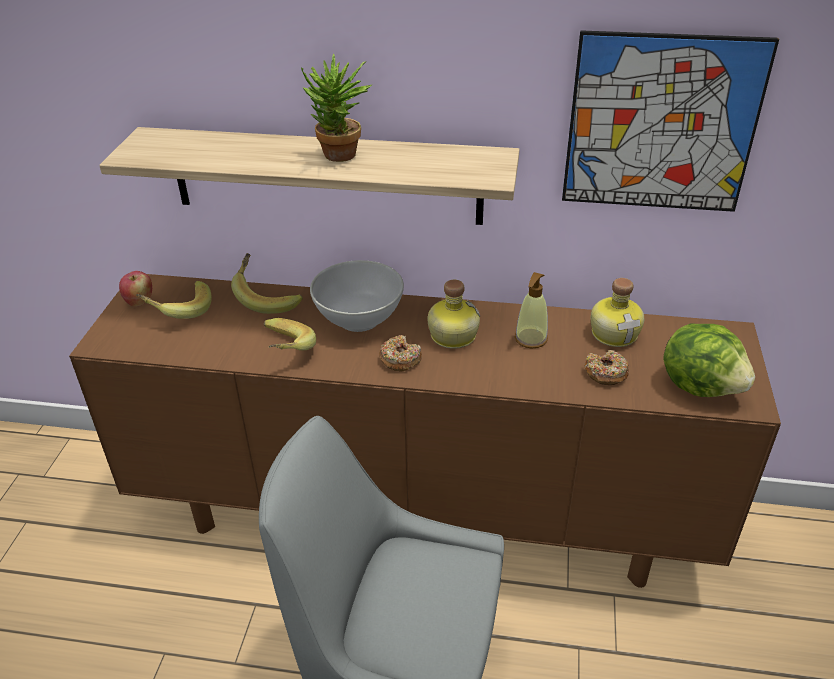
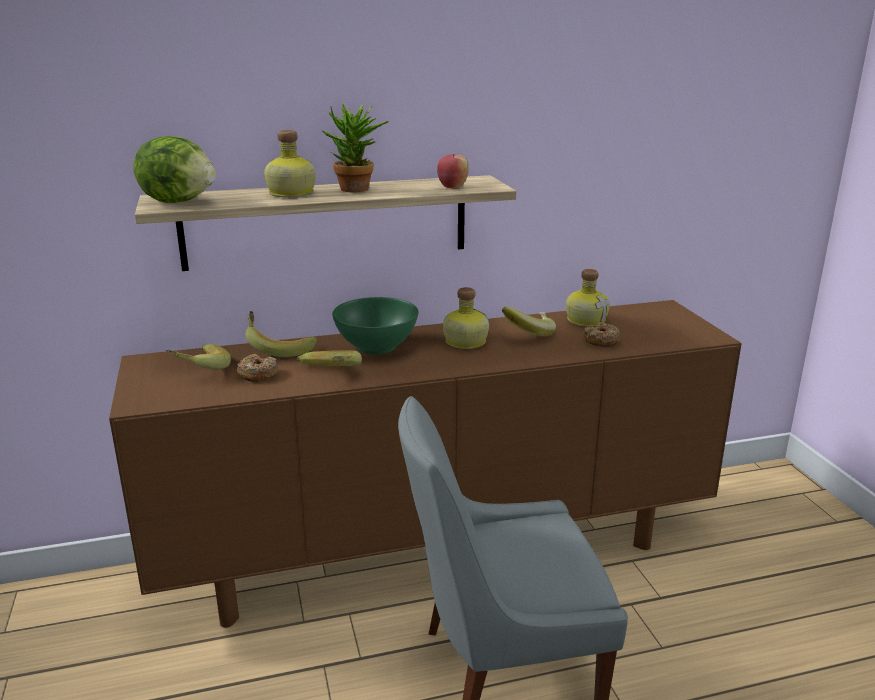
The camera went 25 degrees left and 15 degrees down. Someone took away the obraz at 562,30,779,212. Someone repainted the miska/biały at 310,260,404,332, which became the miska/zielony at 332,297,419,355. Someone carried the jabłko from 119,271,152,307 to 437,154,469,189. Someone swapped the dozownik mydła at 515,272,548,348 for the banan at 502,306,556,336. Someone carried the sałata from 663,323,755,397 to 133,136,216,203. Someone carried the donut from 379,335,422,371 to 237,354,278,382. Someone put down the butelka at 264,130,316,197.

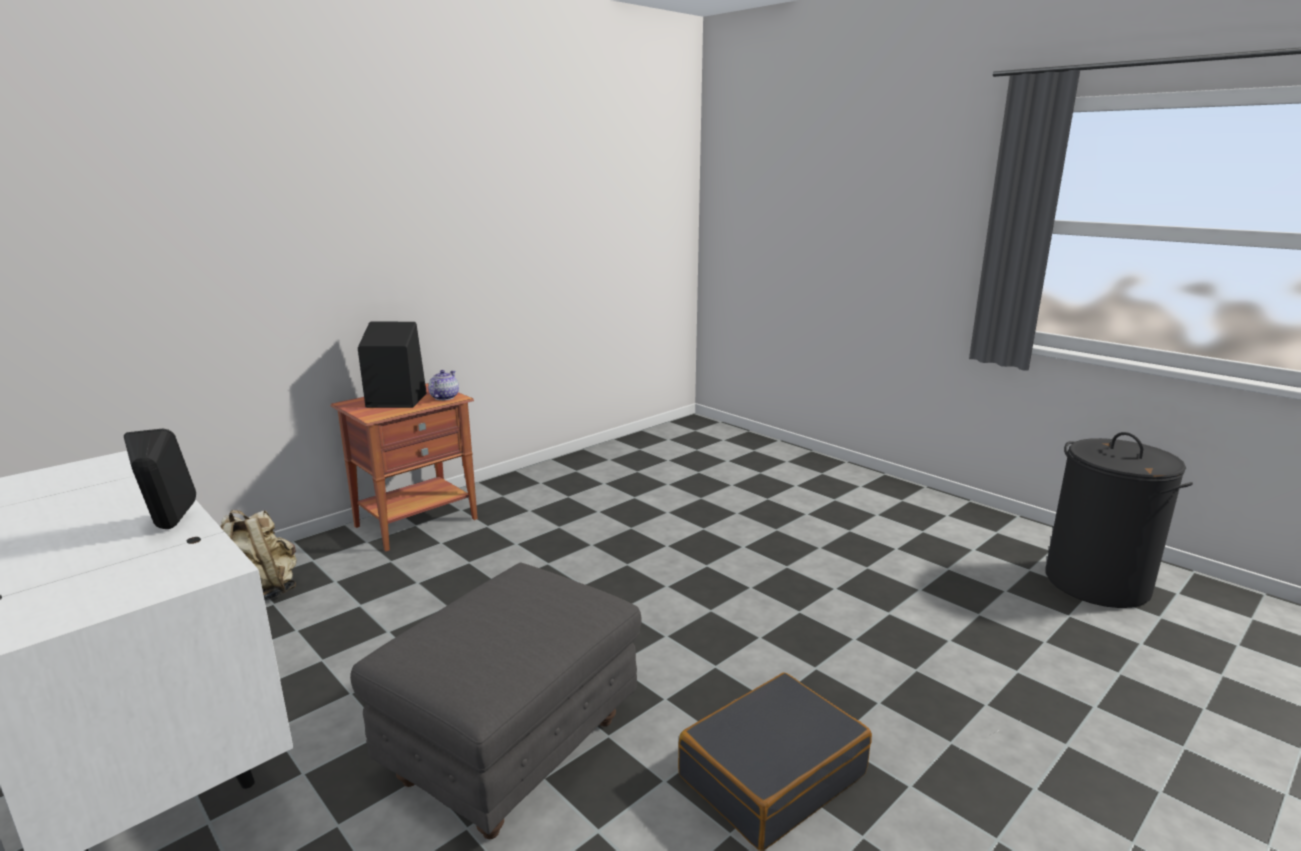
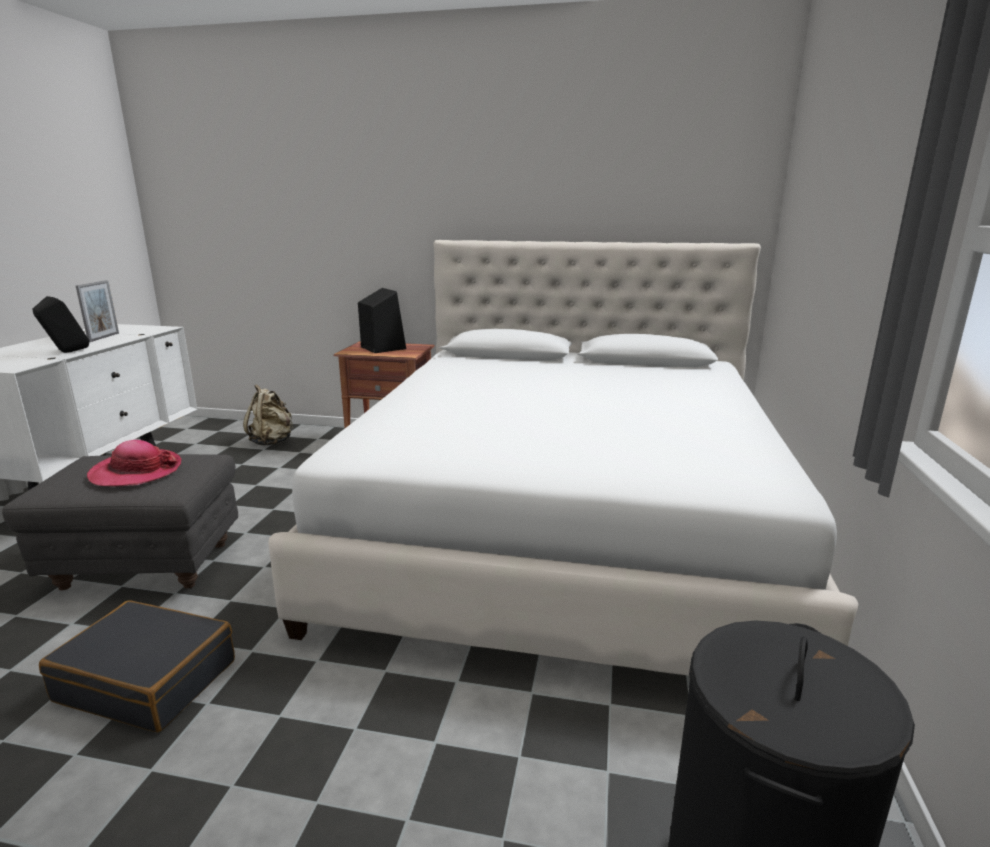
The camera went 55 degrees right and 0 degrees up. Someone took away the imbryk at 428,370,459,400. Someone put down the łóżko/biały at 268,240,858,676. Someone put down the ramka na zdjęcie at 76,280,119,342. Someone put down the kapelusz at 87,440,181,487.

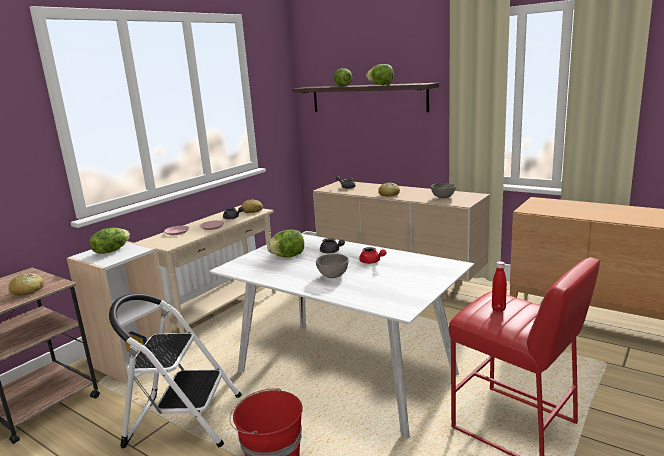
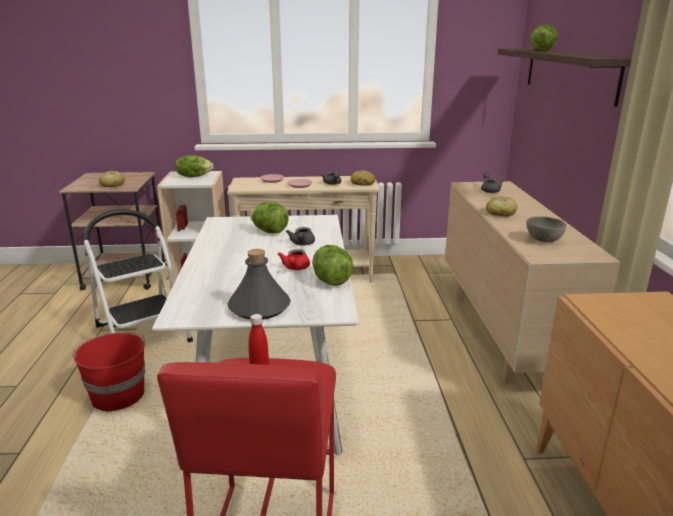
The camera went 50 degrees right and 5 degrees up. Someone carried the sałata from 366,64,393,85 to 312,245,353,286. Someone took away the miska/szary at 316,254,348,278. Someone put down the butelka/szary at 228,249,291,320.

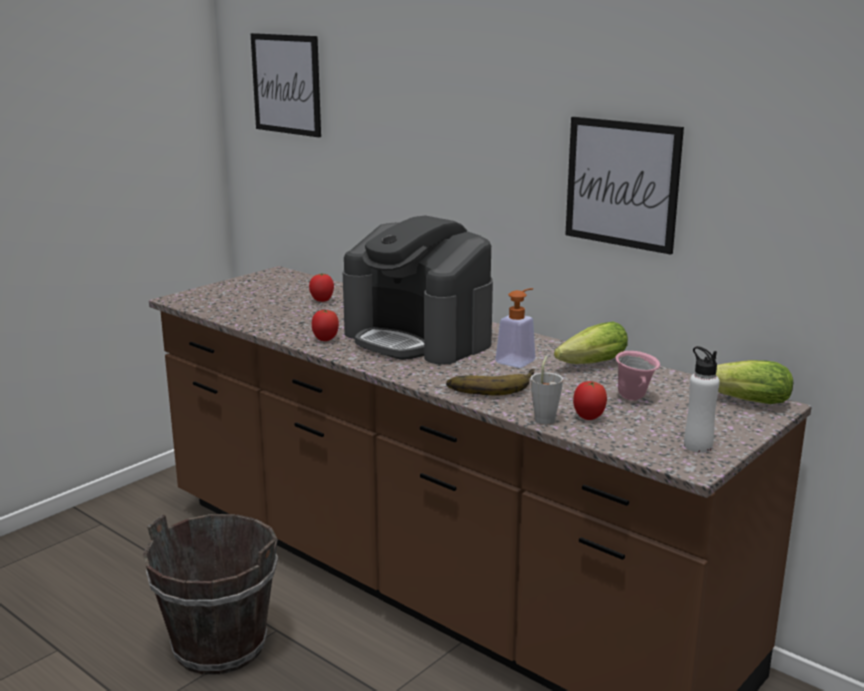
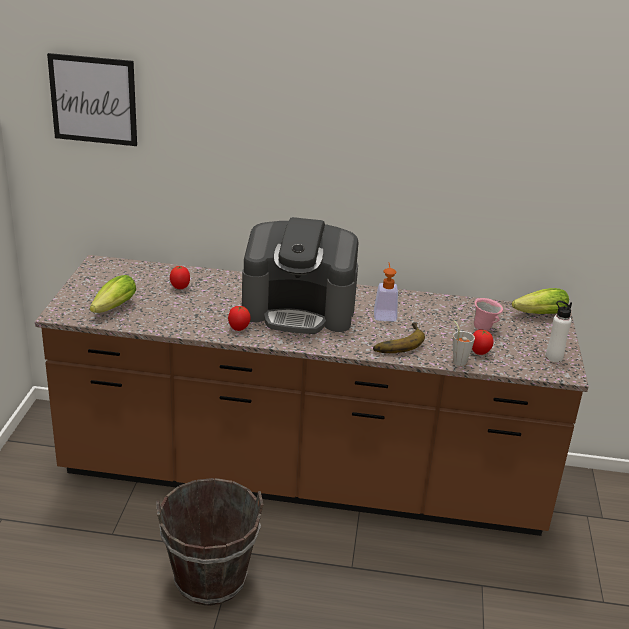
The camera went 35 degrees left and 10 degrees up. Someone took away the obraz at 565,117,684,255. Someone carried the sałata from 554,322,628,364 to 90,275,136,313.

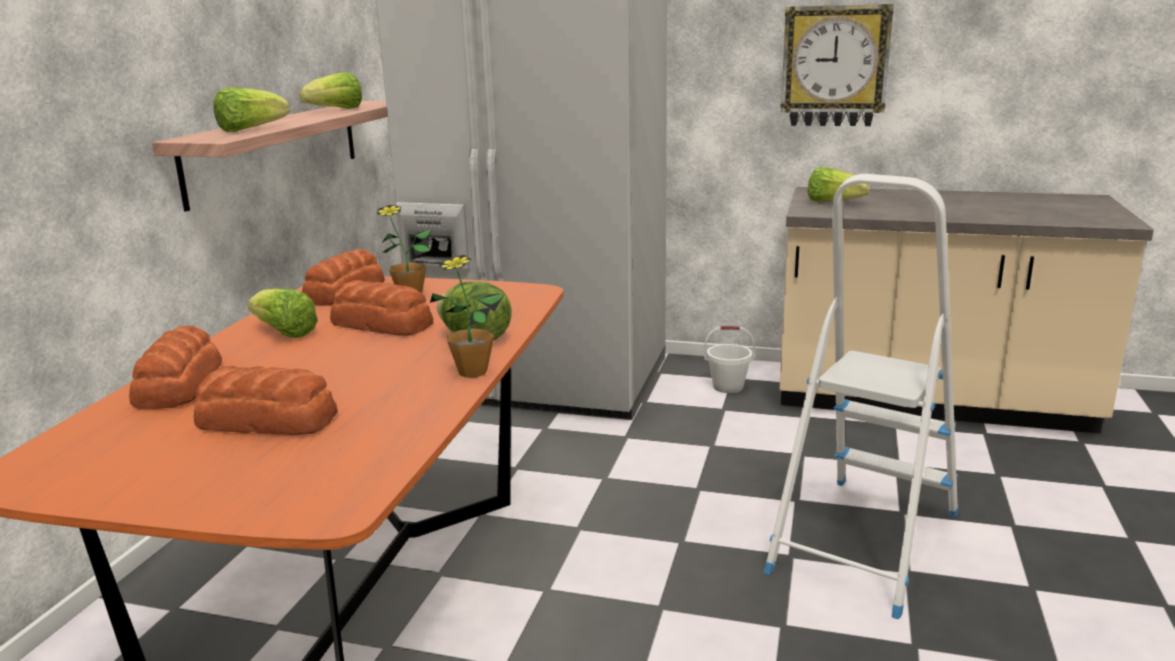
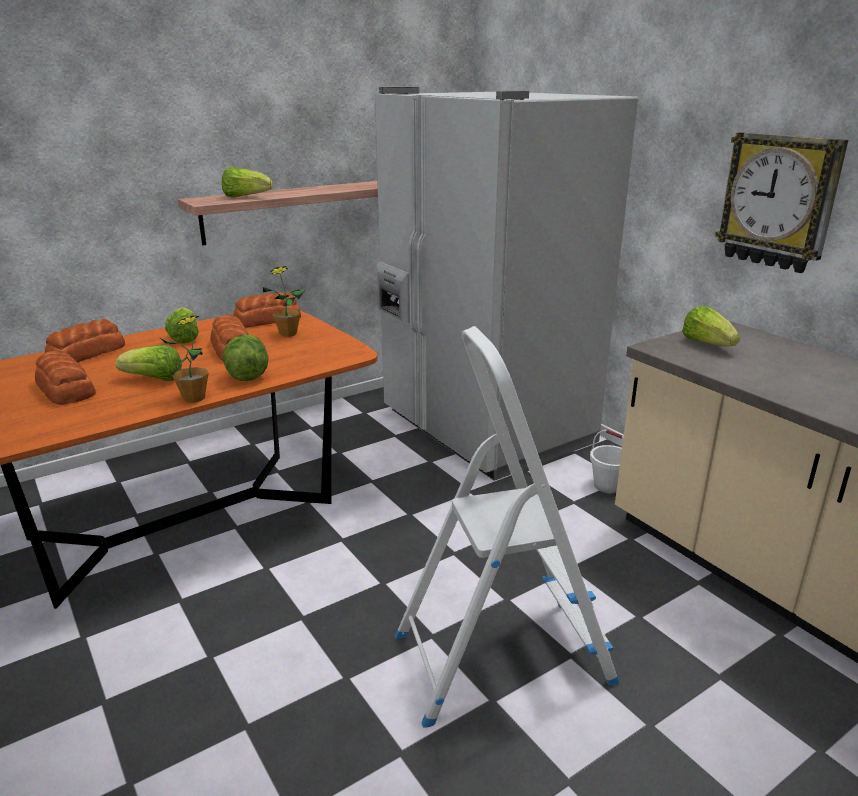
The camera went 40 degrees right and 5 degrees up. Someone carried the sałata from 300,72,362,109 to 115,345,182,381.

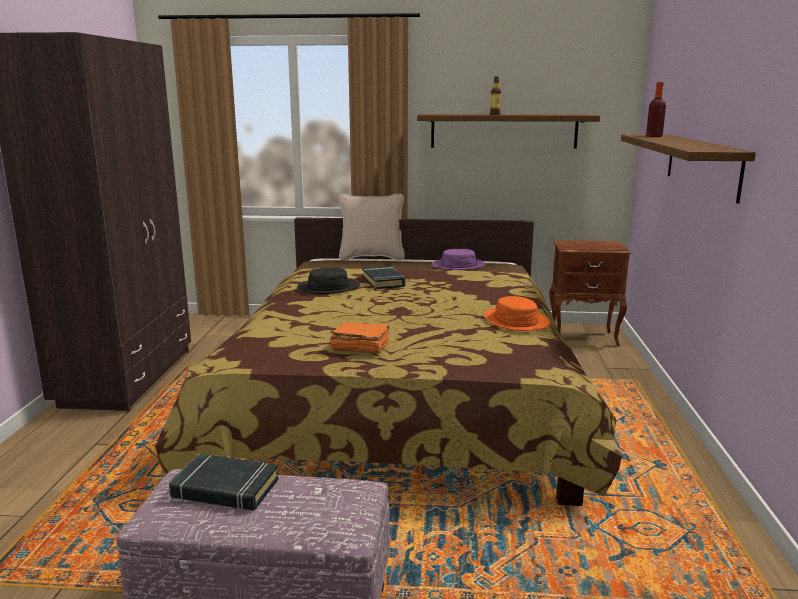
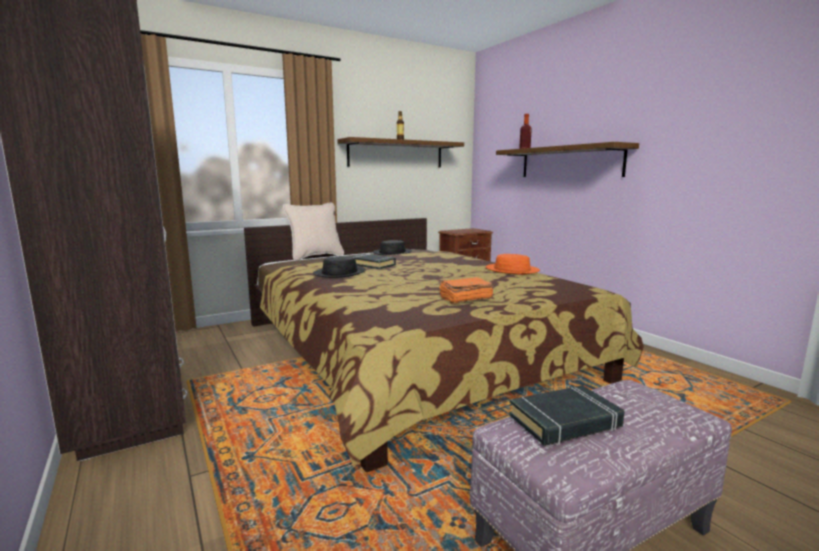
The camera went 35 degrees left and 5 degrees down. Someone repainted the kapelusz/fioletowy at 432,249,486,270, which became the kapelusz/czarny at 373,240,412,255.

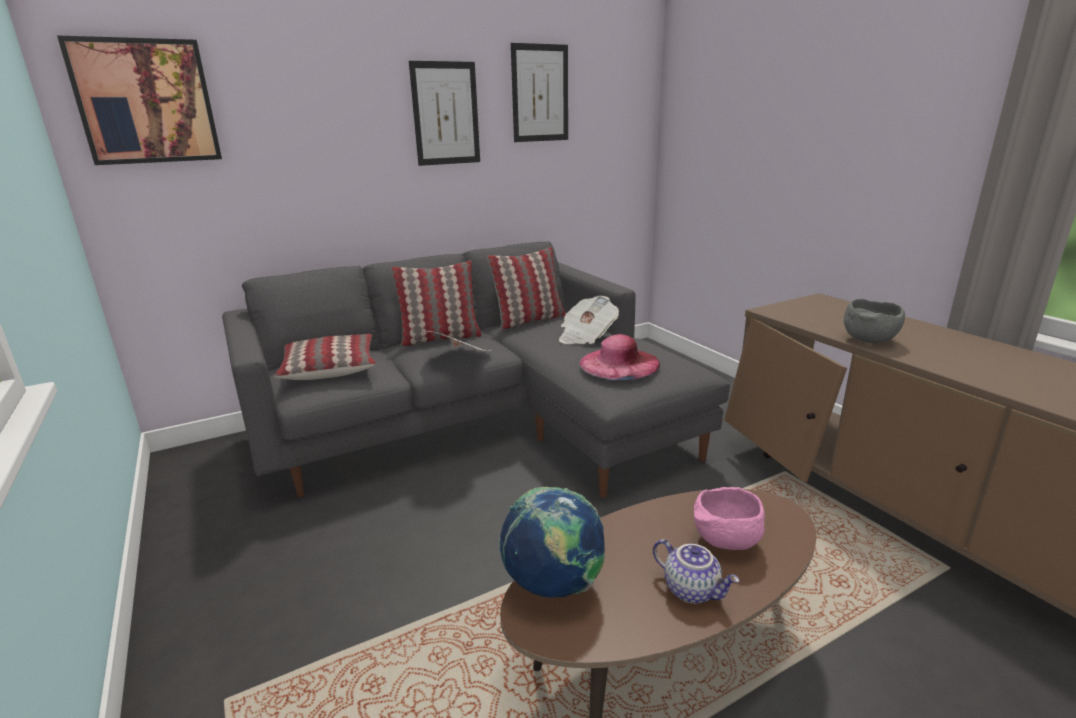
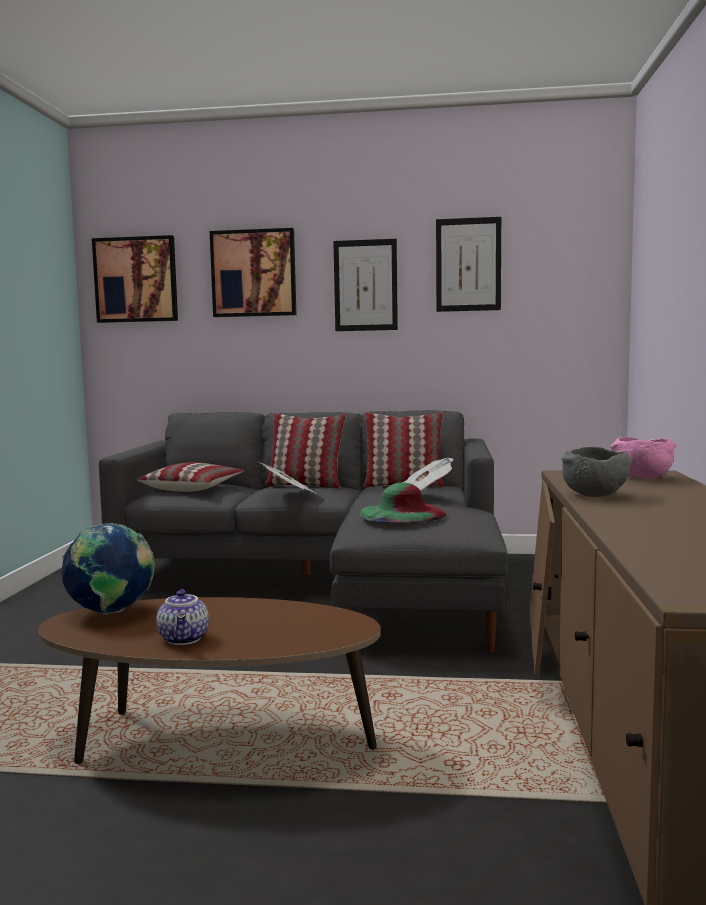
The camera went 35 degrees right and 15 degrees down. Someone repainted the kapelusz/różowy at 580,334,660,380, which became the kapelusz/zielony at 359,482,446,523. Someone carried the miska/różowy from 694,487,765,550 to 610,437,676,479. Someone put up the obraz at 210,228,296,317.

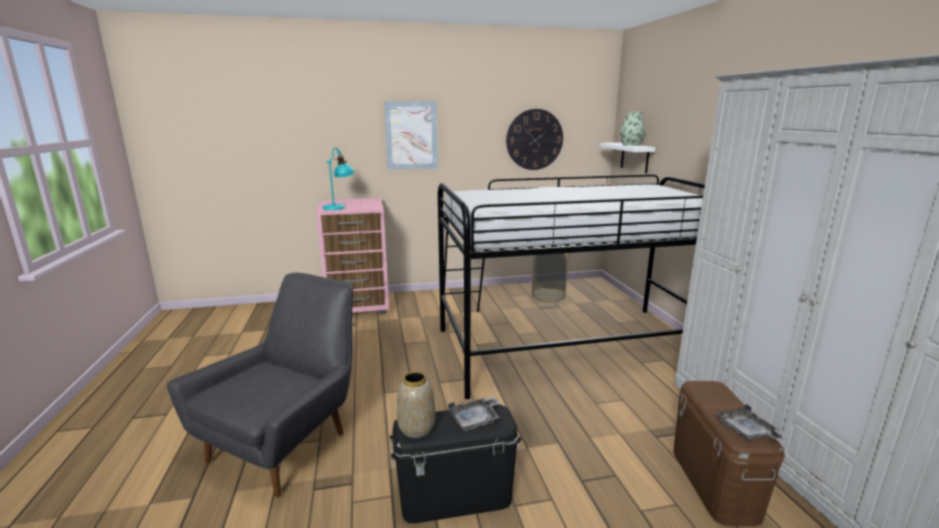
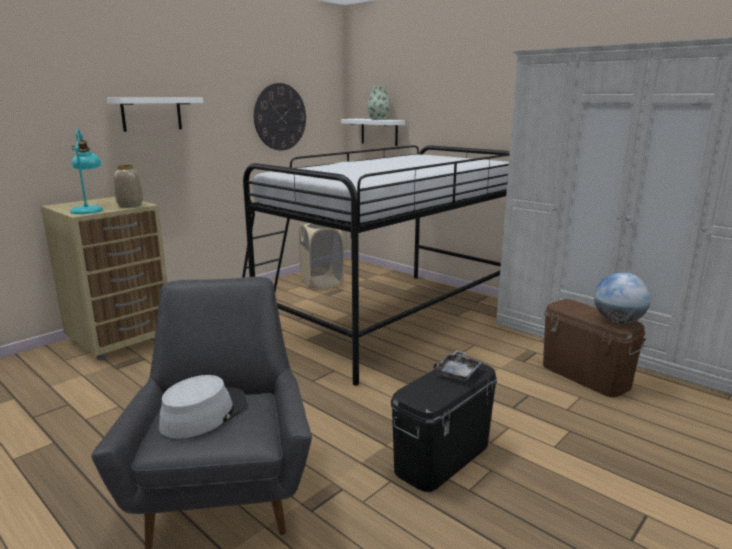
The camera went 35 degrees left and 0 degrees up. Someone swapped the obraz at 384,102,438,169 for the półka/biały at 107,98,203,132. Someone repainted the komoda/różowy at 316,198,389,314, which became the komoda/brązowy at 40,197,167,360. Someone carried the wazon from 397,371,435,438 to 114,165,143,208. Someone swapped the taca/szary at 715,404,788,441 for the globus at 594,272,651,324. Someone put down the kapelusz/szary at 159,375,246,439.

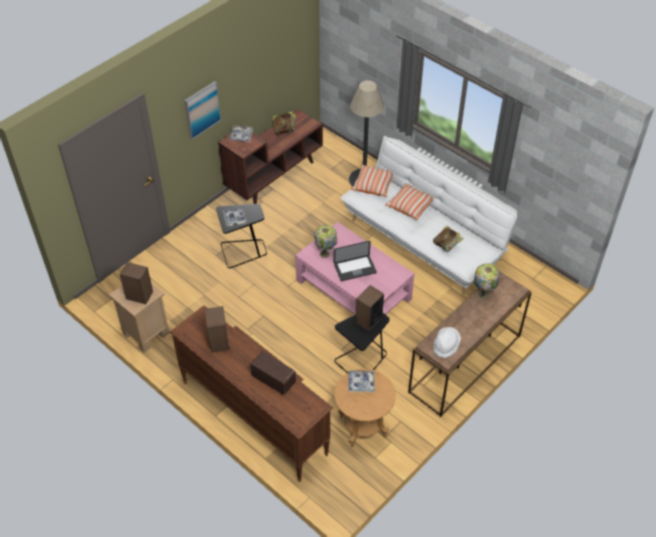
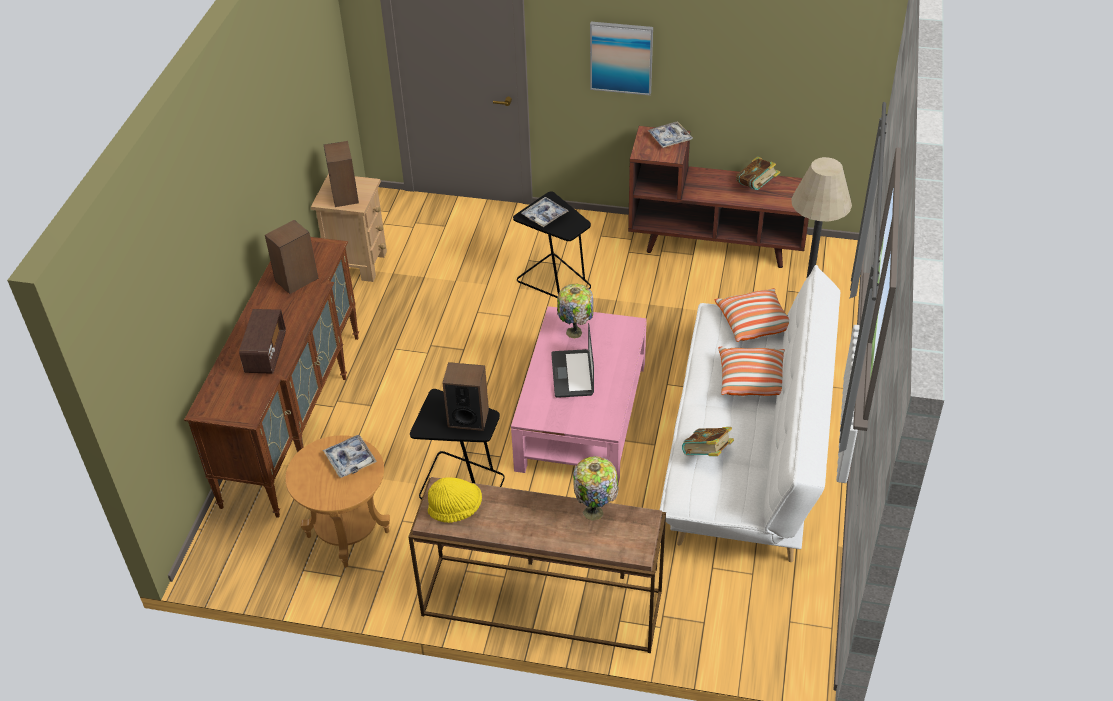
The camera went 60 degrees right and 5 degrees down. Someone rotated the laptop at 334,241,377,281 by 45 degrees clockwise. Someone repainted the kapelusz/biały at 433,327,461,358, which became the kapelusz/żółty at 428,477,482,523.

